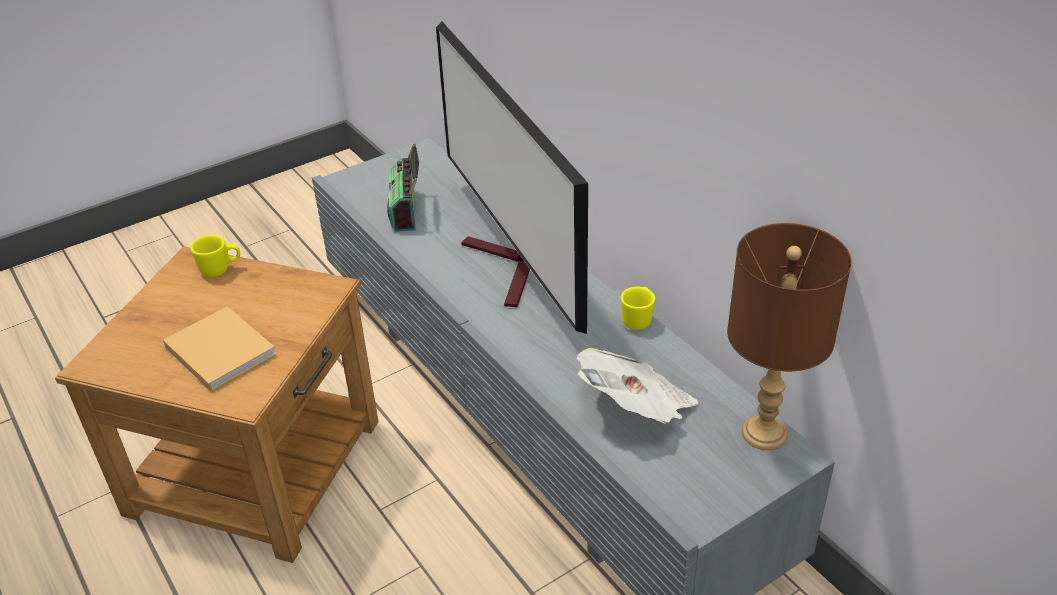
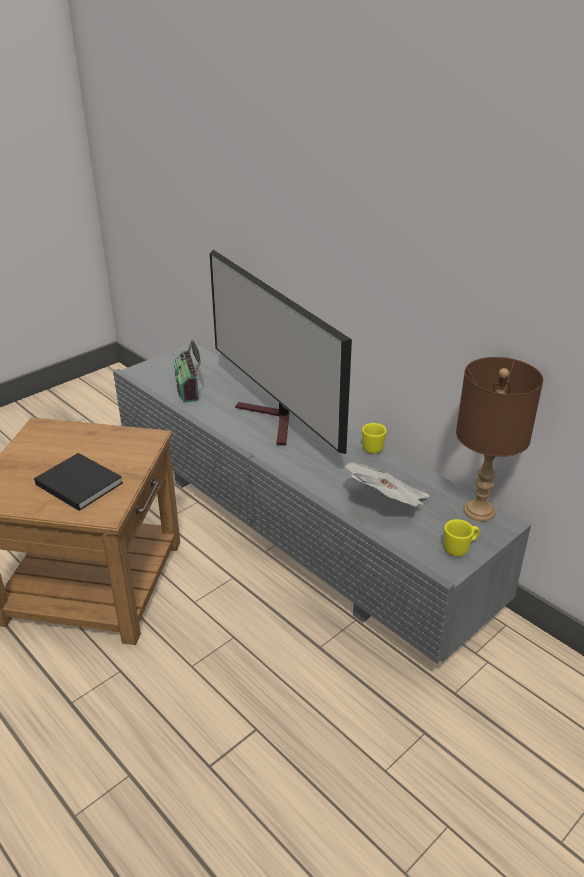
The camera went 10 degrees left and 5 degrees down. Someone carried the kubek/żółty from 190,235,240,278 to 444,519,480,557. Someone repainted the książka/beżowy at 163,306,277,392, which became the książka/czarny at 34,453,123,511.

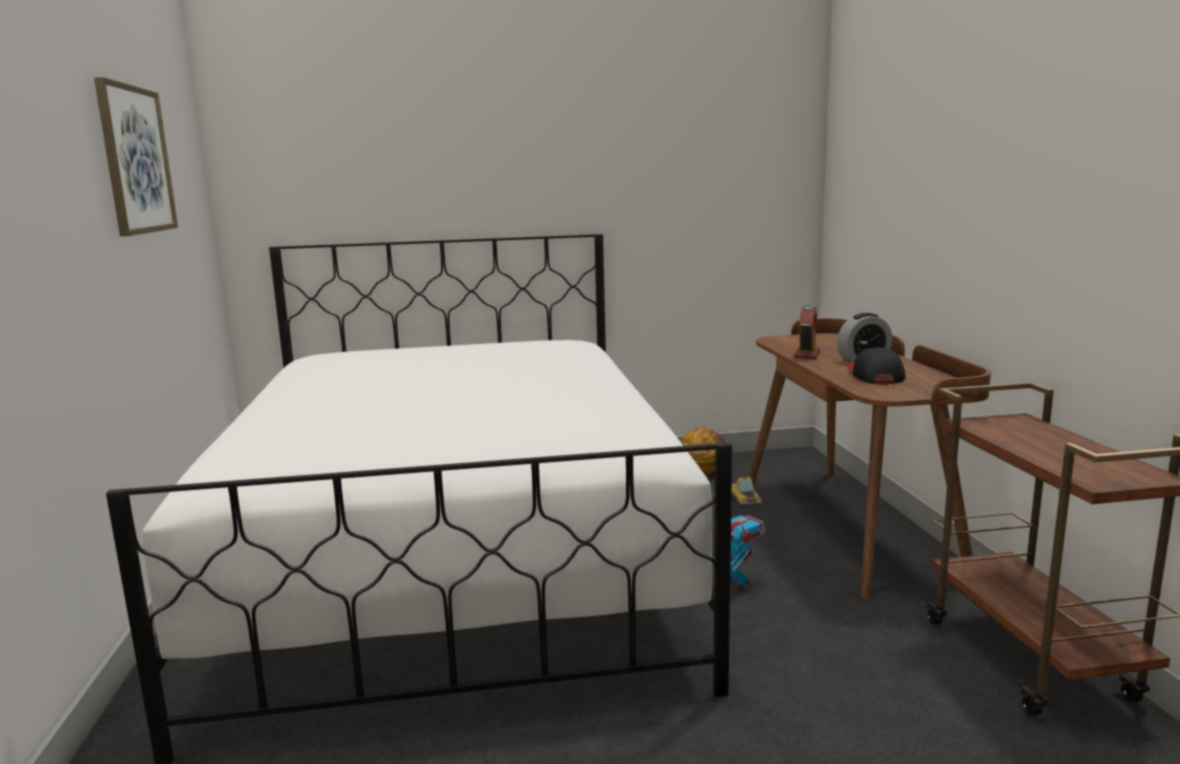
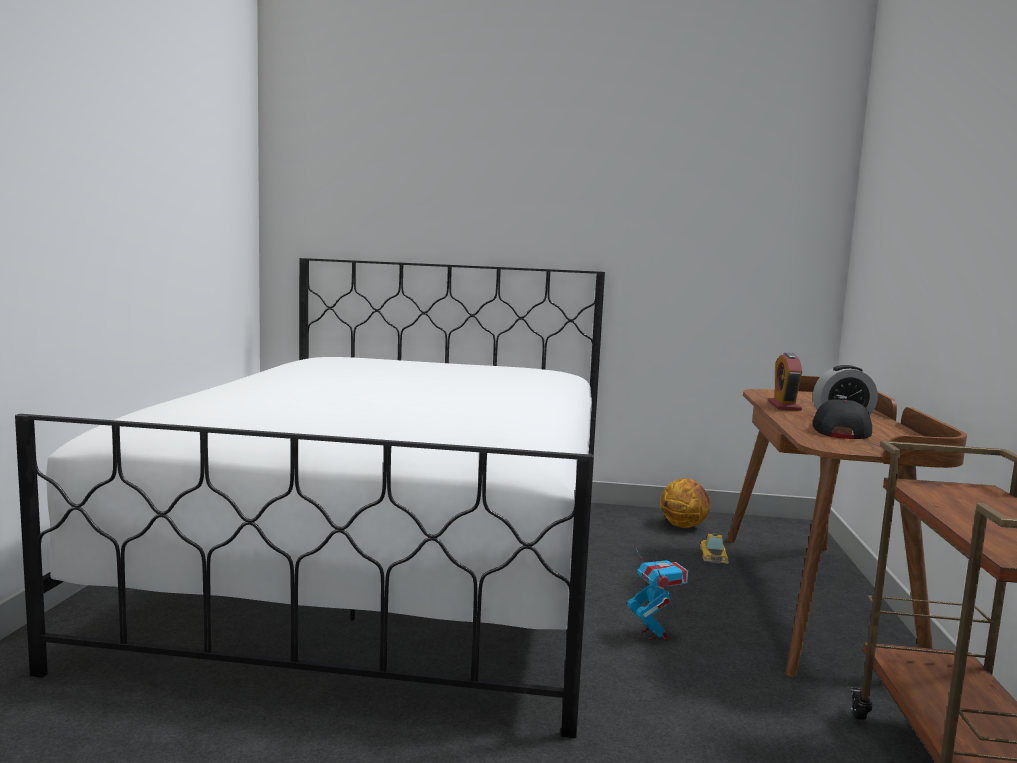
The camera went 15 degrees right and 5 degrees down. Someone took away the obraz at 94,77,178,236. Someone rotated the budzik at 794,305,820,359 by 150 degrees clockwise.

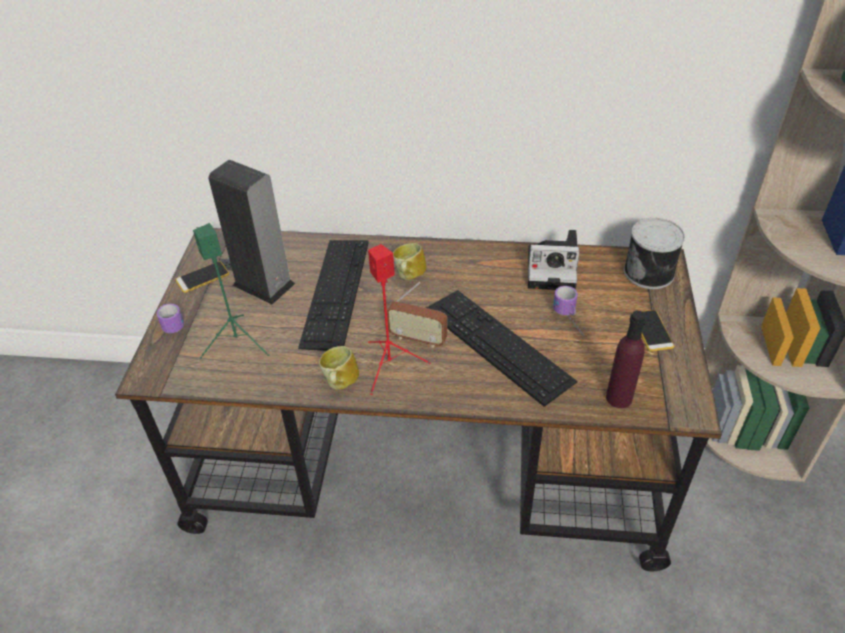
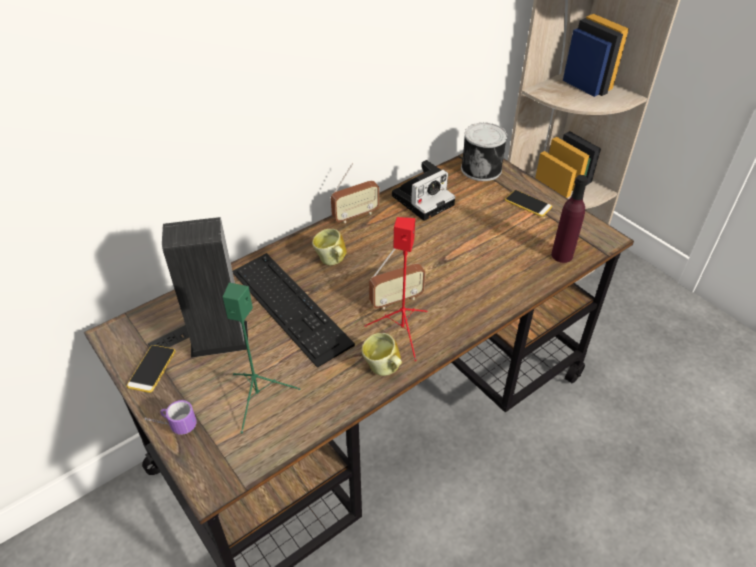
The camera went 45 degrees left and 0 degrees up. Someone took away the kubek at 553,286,584,337. Someone took away the klawiatura at 426,290,577,407. Someone put down the radio at 331,163,379,223.

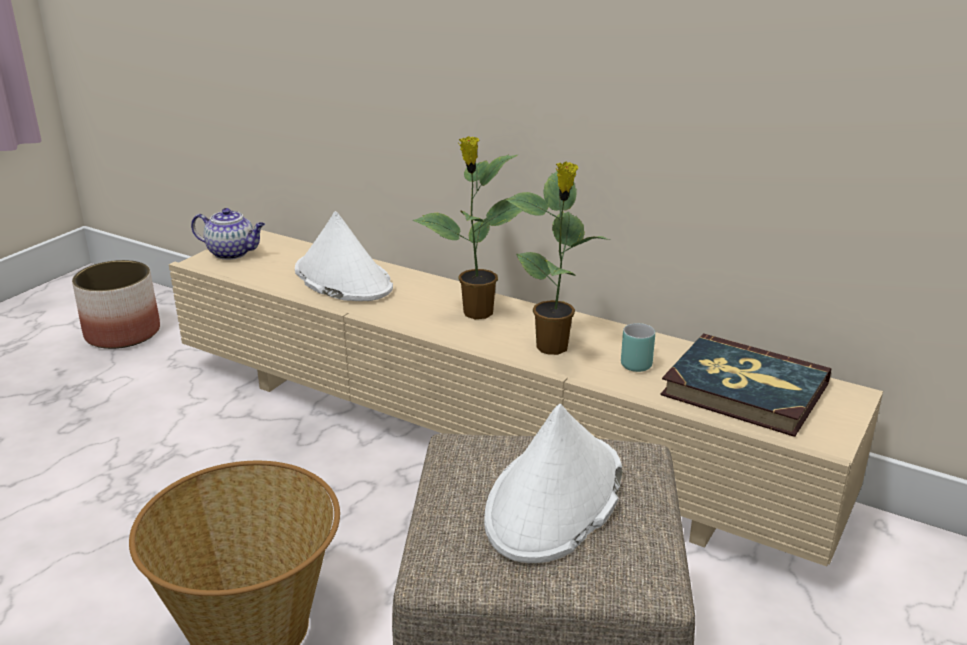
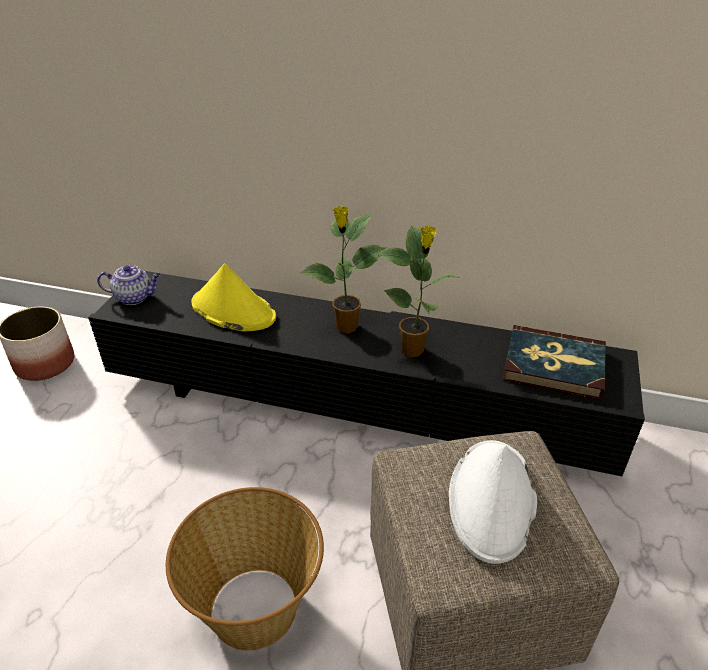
The camera went 15 degrees left and 10 degrees up. Someone repainted the kapelusz/biały at 295,211,393,301, which became the kapelusz/żółty at 191,263,276,332. Someone repainted the szafka pod telewizor/beżowy at 169,228,883,566, which became the szafka pod telewizor/czarny at 88,271,645,476. Someone took away the kubek/turkusowy at 621,323,655,372.

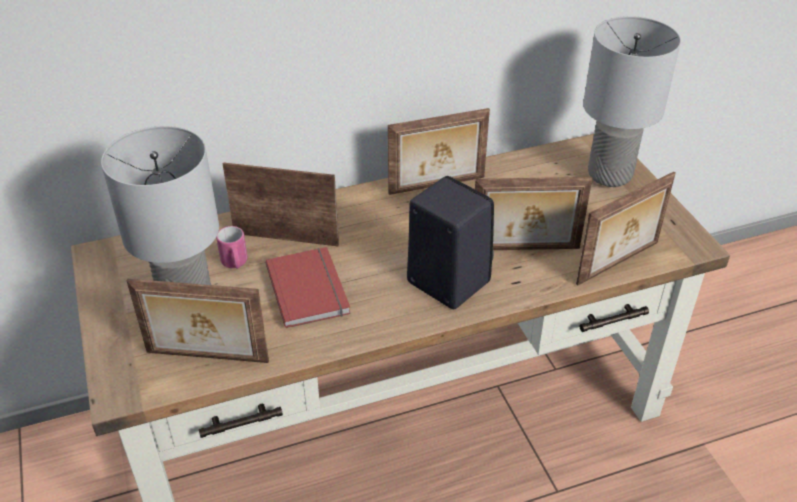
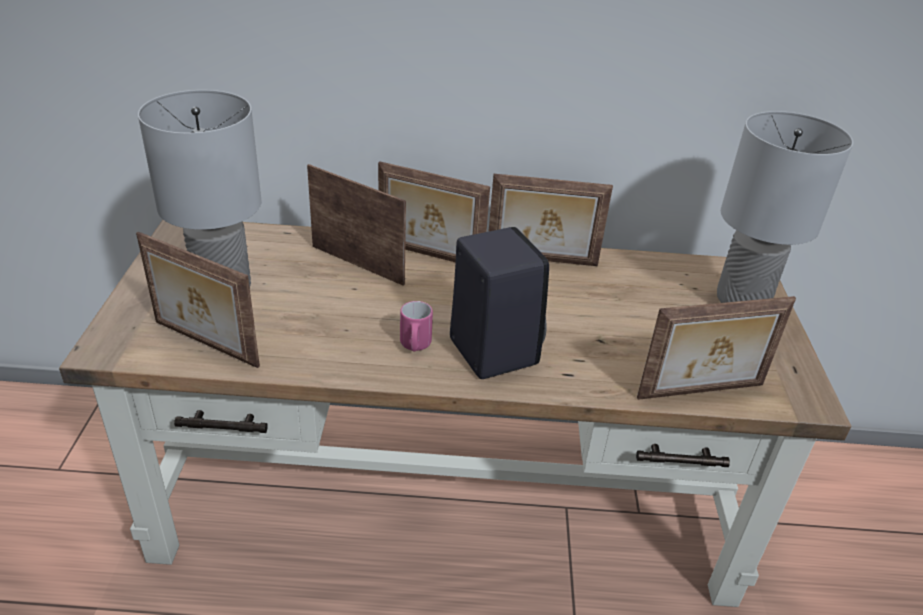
The camera went 20 degrees right and 5 degrees down. Someone carried the ramka na zdjęcie from 475,177,592,250 to 378,161,490,262. Someone carried the kubek/różowy from 216,226,247,269 to 400,301,433,352. Someone took away the książka/czerwony at 266,247,351,328.

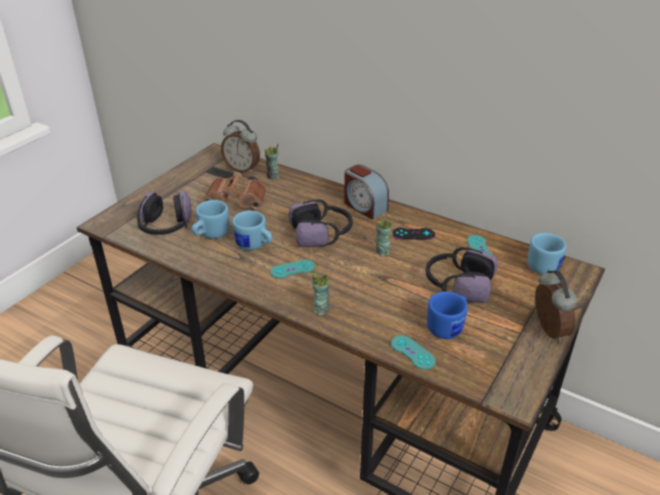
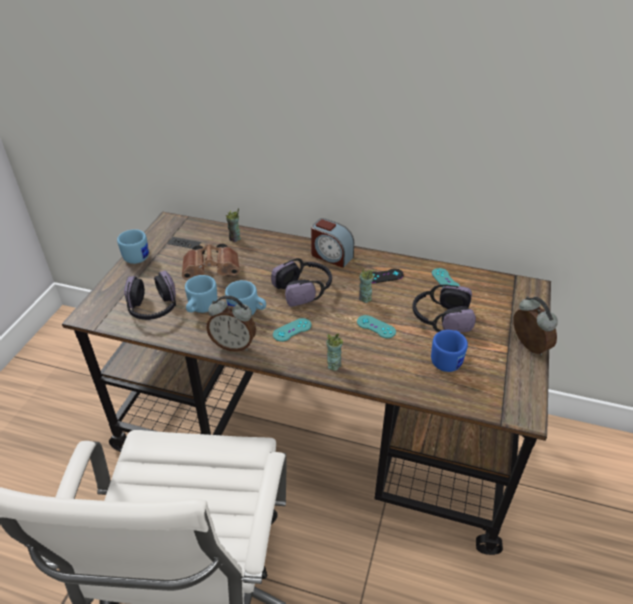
The camera went 15 degrees left and 5 degrees up. Someone carried the budzik from 221,120,260,173 to 206,295,256,352. Someone carried the kubek/niebieski from 528,233,566,274 to 117,229,149,264. Someone carried the pad do gier/turkusowy from 391,335,436,370 to 357,315,396,338.

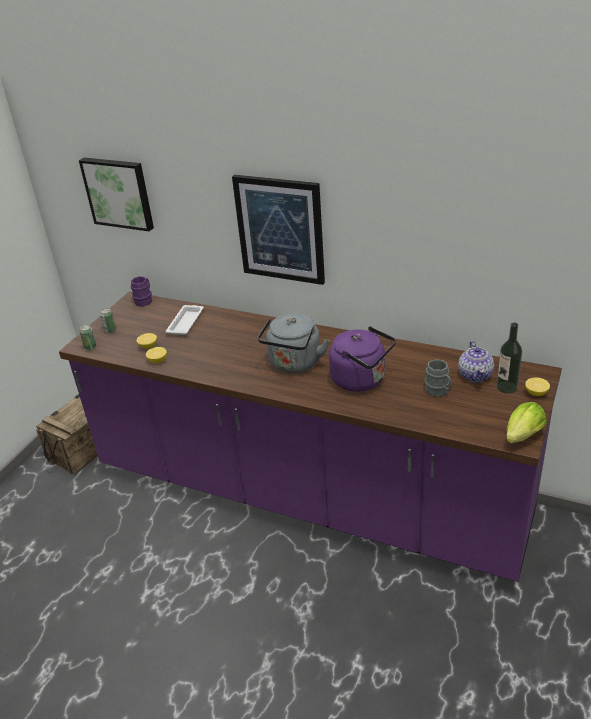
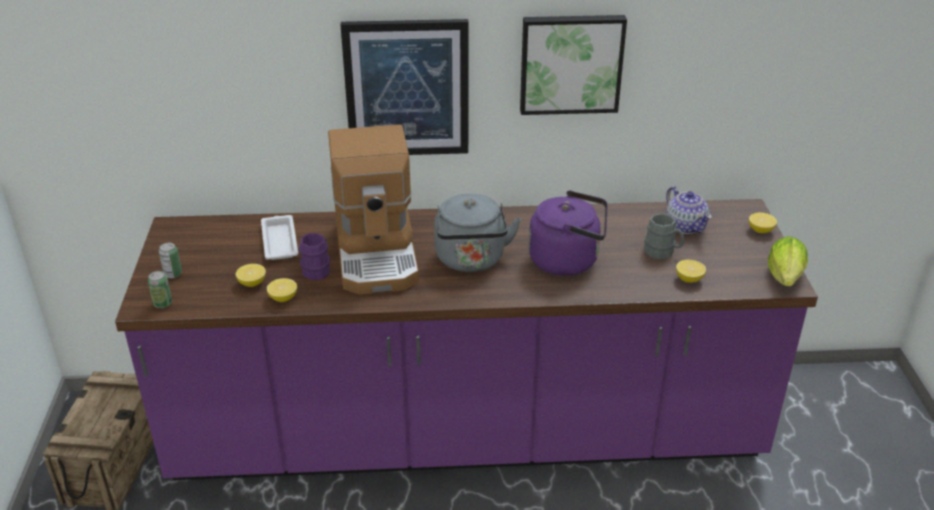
The camera went 30 degrees left and 0 degrees up. Someone carried the obraz from 79,158,154,231 to 520,15,627,115. Someone carried the kubek/fioletowy from 131,276,152,307 to 299,233,330,280. Someone took away the butelka at 496,322,522,394. Someone put down the ekspres do kawy at 328,125,419,295. Someone put down the cytryna at 676,260,706,283.

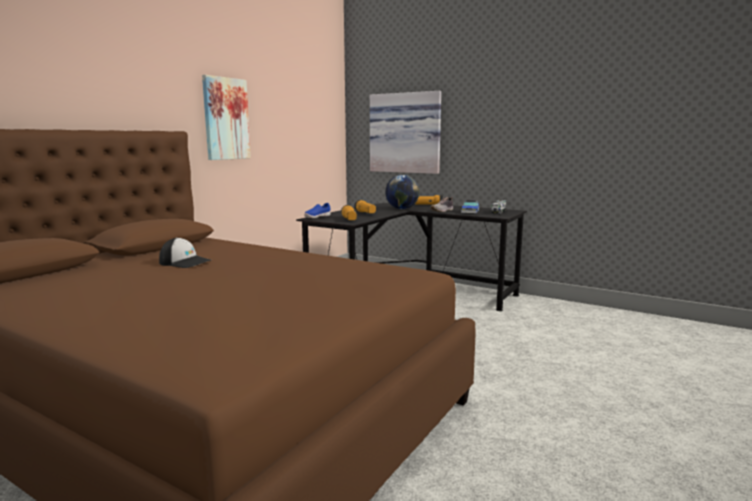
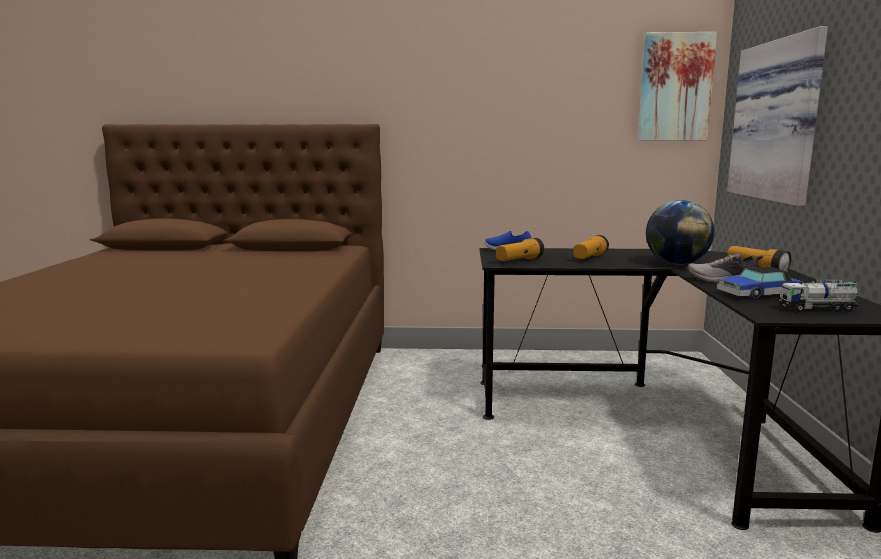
The camera went 60 degrees right and 0 degrees up. Someone carried the obraz from 202,75,251,160 to 638,32,717,141. Someone took away the czapka z daszkiem at 159,238,211,268.

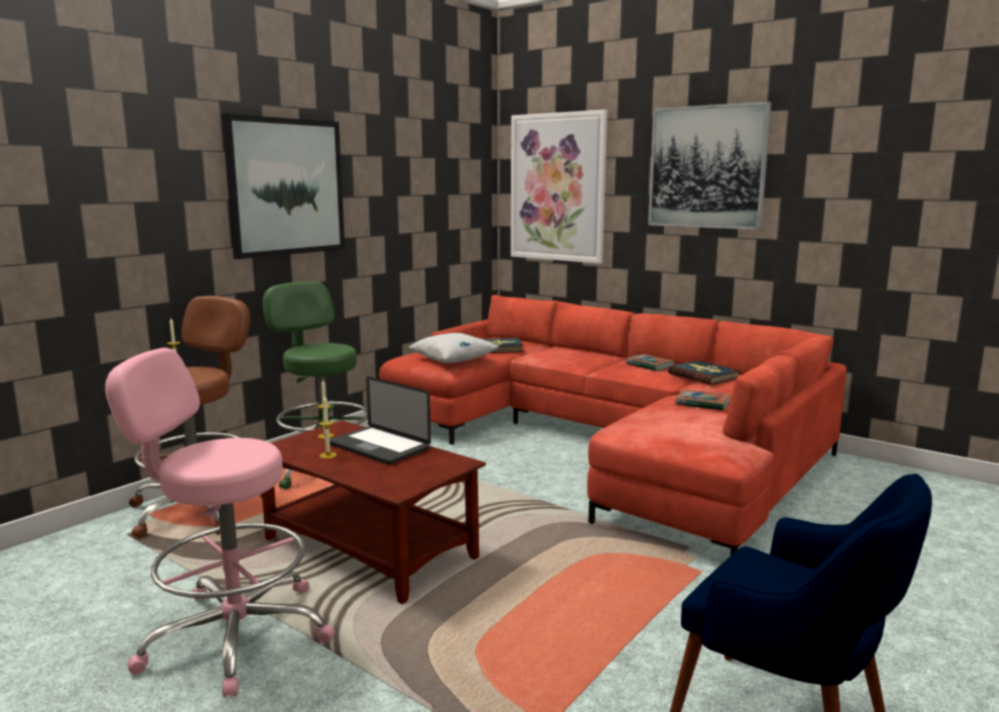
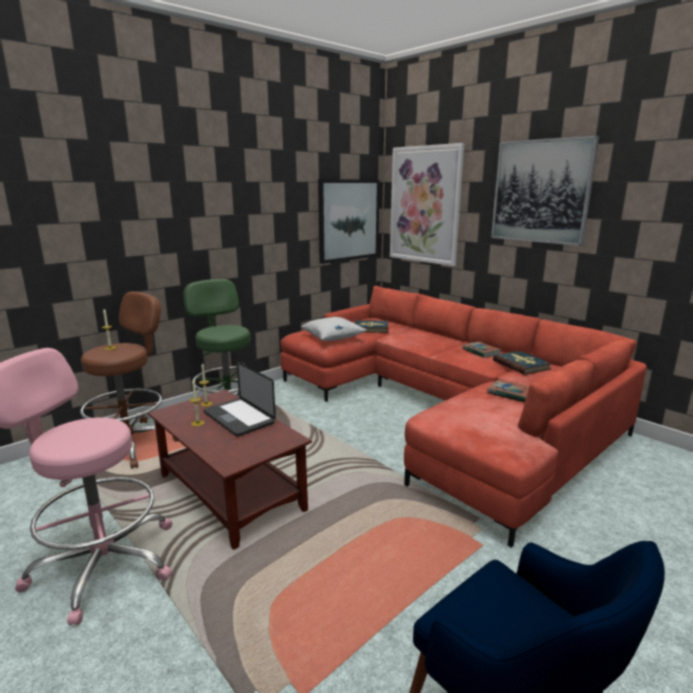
The camera went 10 degrees right and 5 degrees up. Someone carried the obraz from 222,114,345,259 to 318,179,380,264.

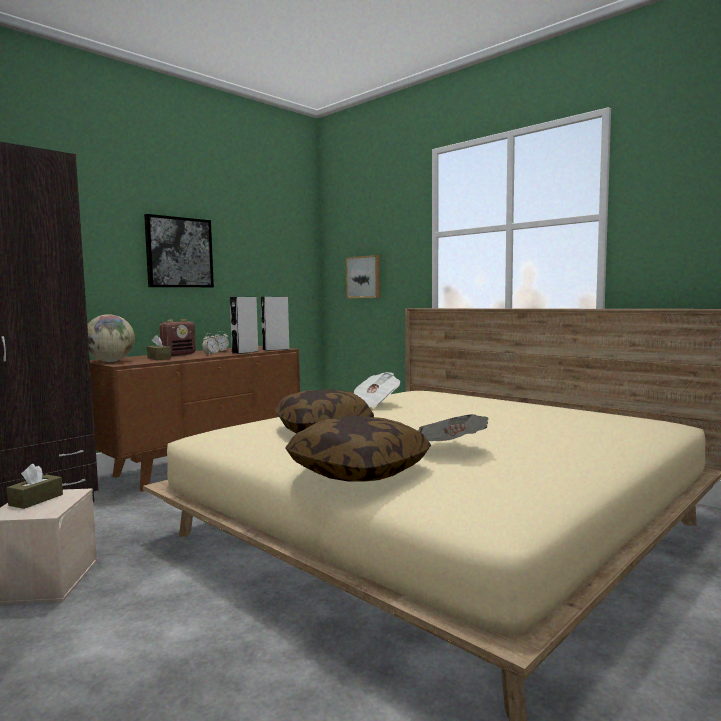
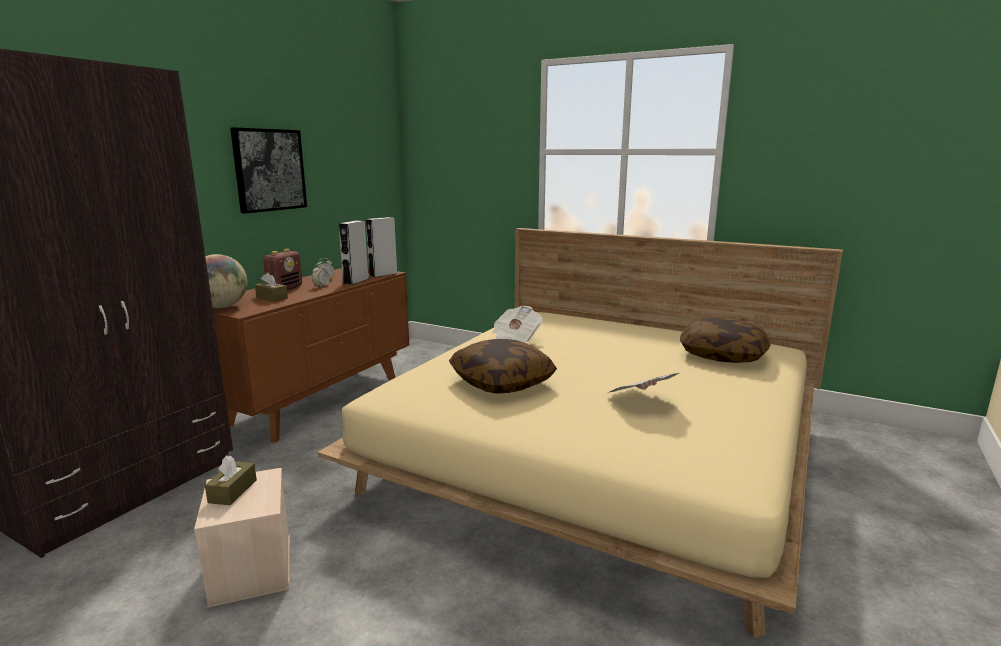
The camera went 15 degrees left and 10 degrees up. Someone took away the obraz at 346,255,380,298. Someone carried the poduszka from 285,416,431,482 to 680,318,771,363.

